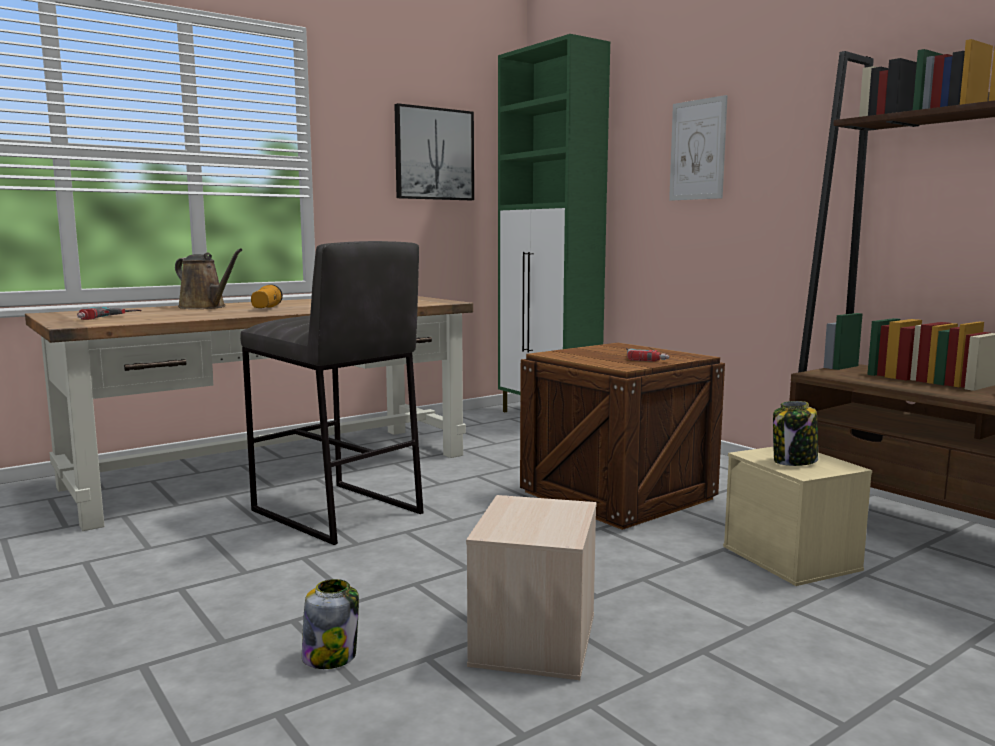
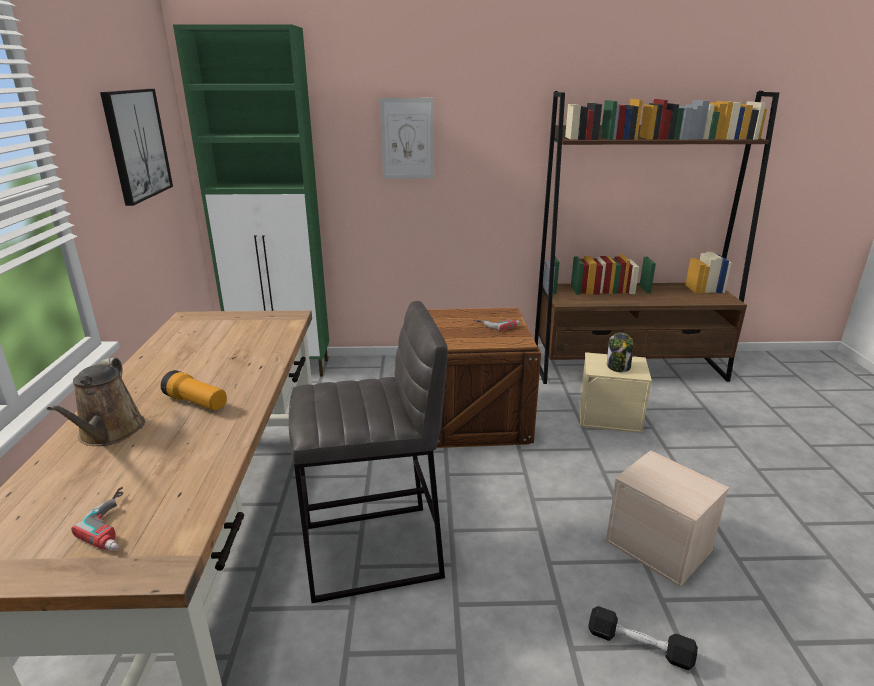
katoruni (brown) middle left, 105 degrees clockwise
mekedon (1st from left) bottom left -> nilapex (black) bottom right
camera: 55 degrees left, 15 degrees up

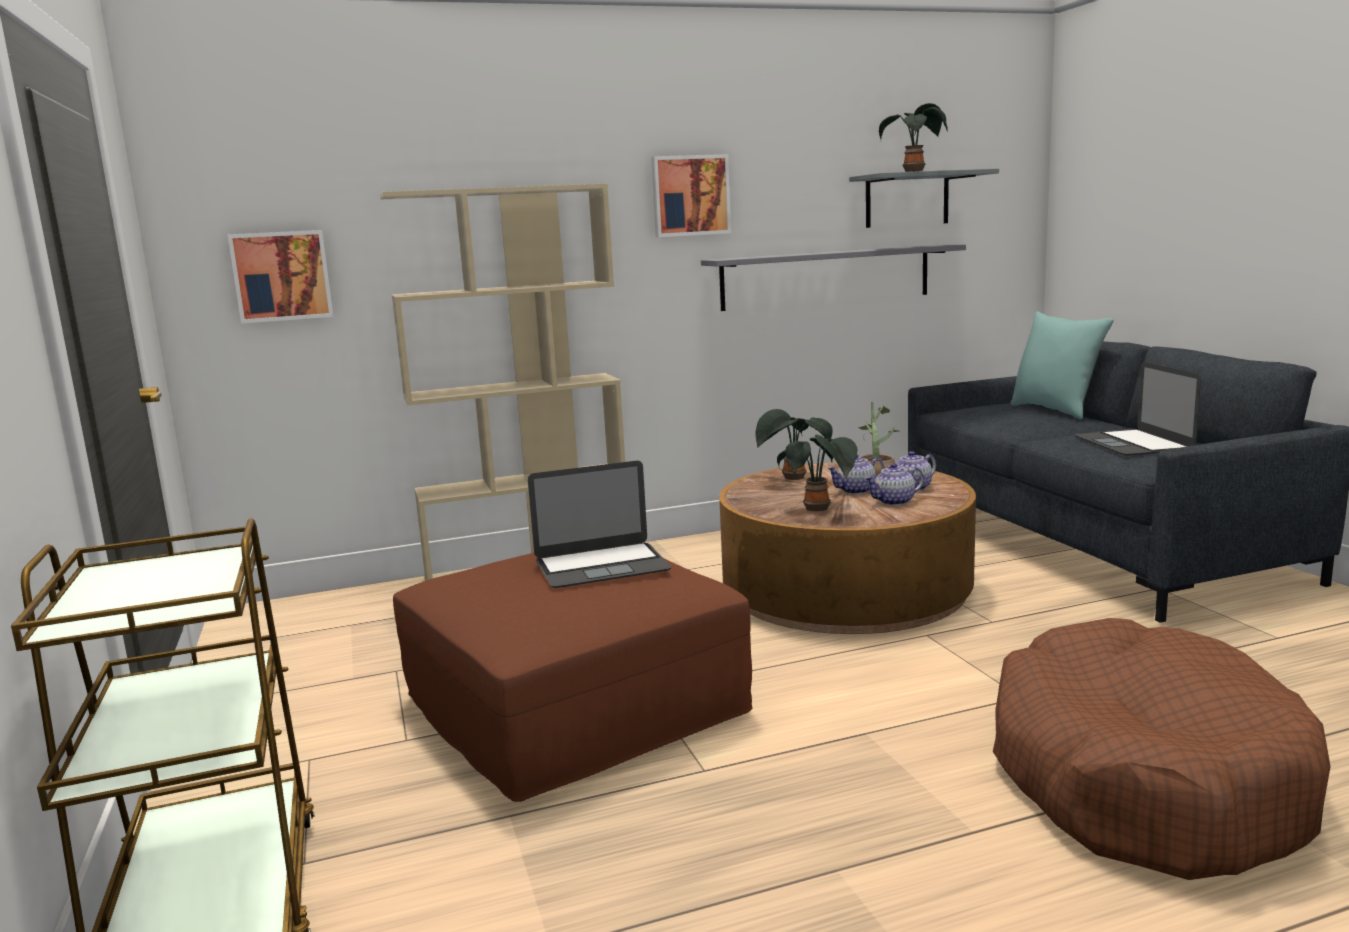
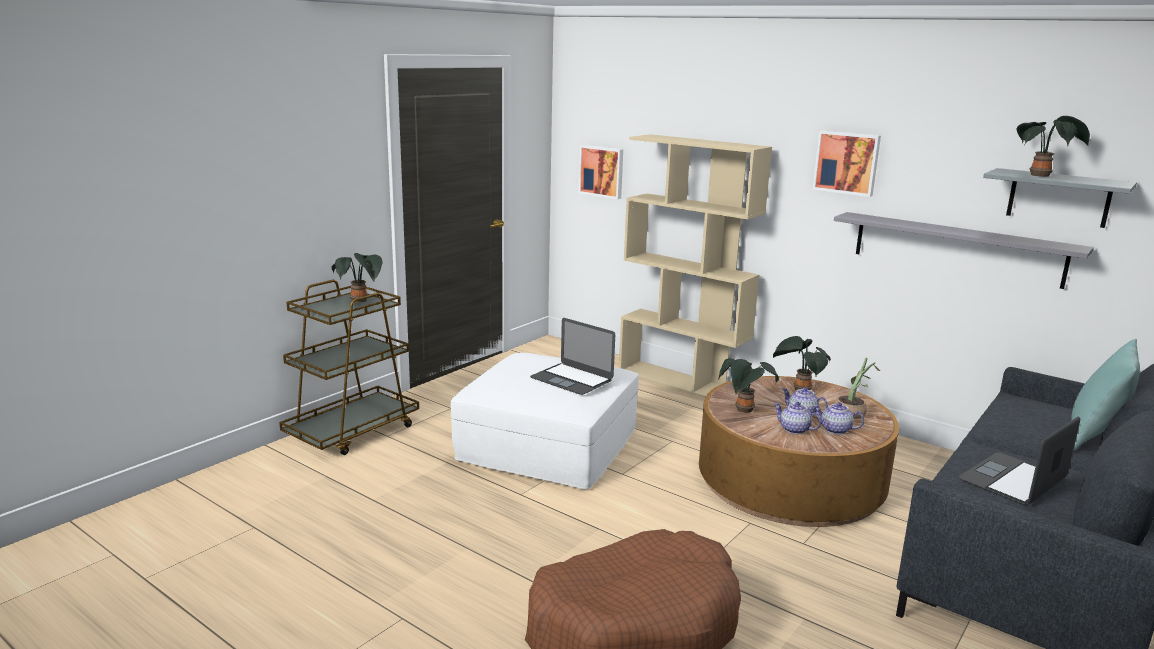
none -> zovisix (1st from left) middle left
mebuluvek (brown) bottom centre -> mebuluvek (white) centre
camera: 55 degrees right, 5 degrees up

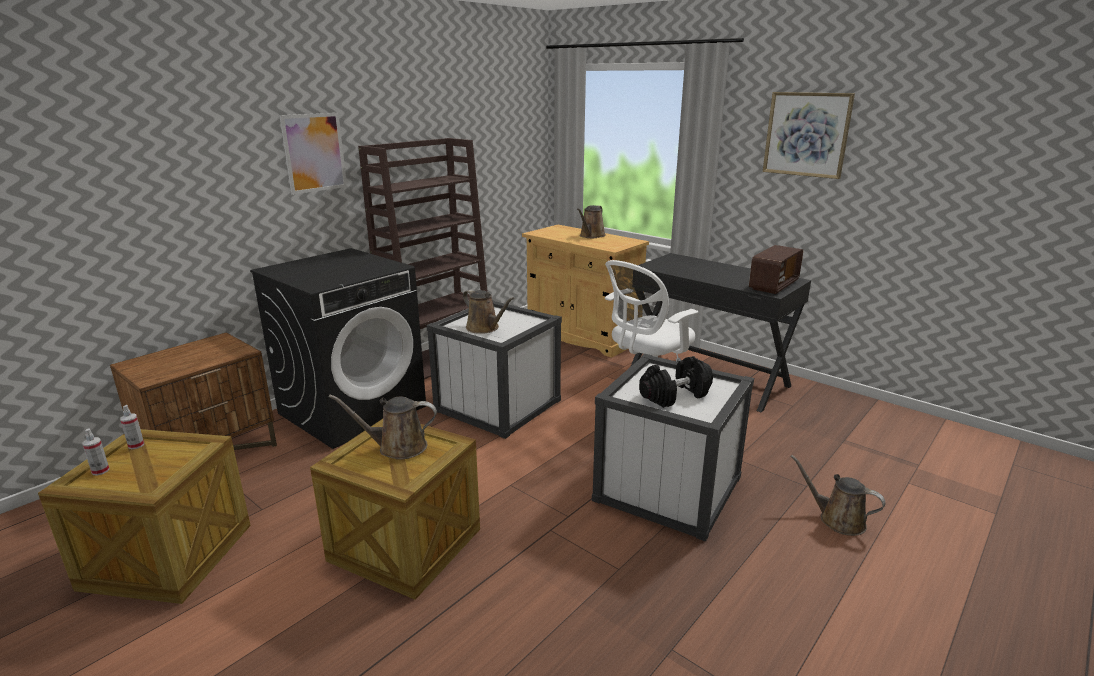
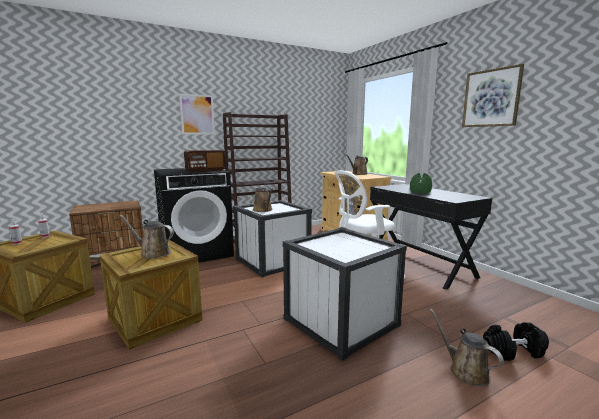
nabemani middle right -> nabemani centre, move
none -> nilapex (green) middle right
nilapex (black) centre -> nilapex (black) bottom right, move
camera: 20 degrees right, 10 degrees down

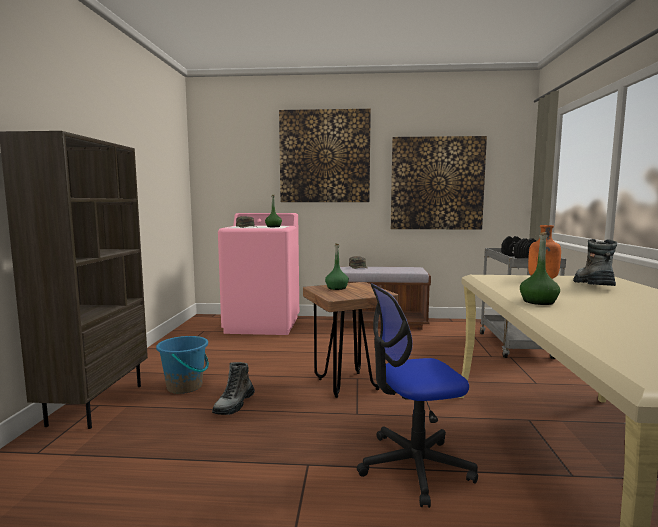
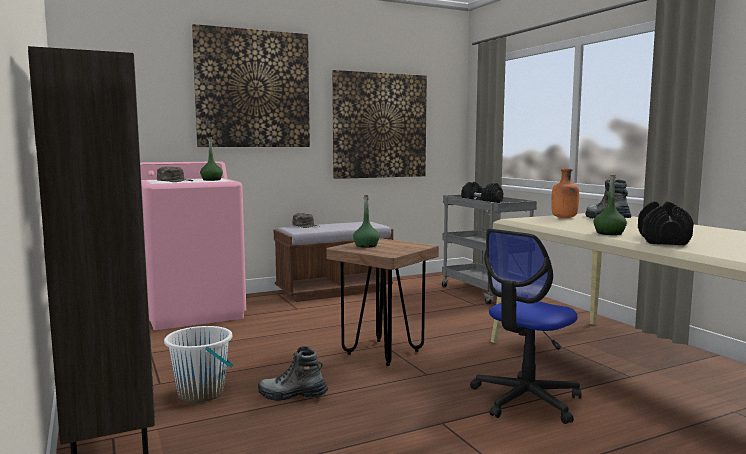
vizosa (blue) bottom left -> vizosa (white) bottom left
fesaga (1st from left) bottom centre, 105 degrees clockwise
none -> nilapex (black) (2nd from left) middle right
camera: 30 degrees left, 0 degrees up

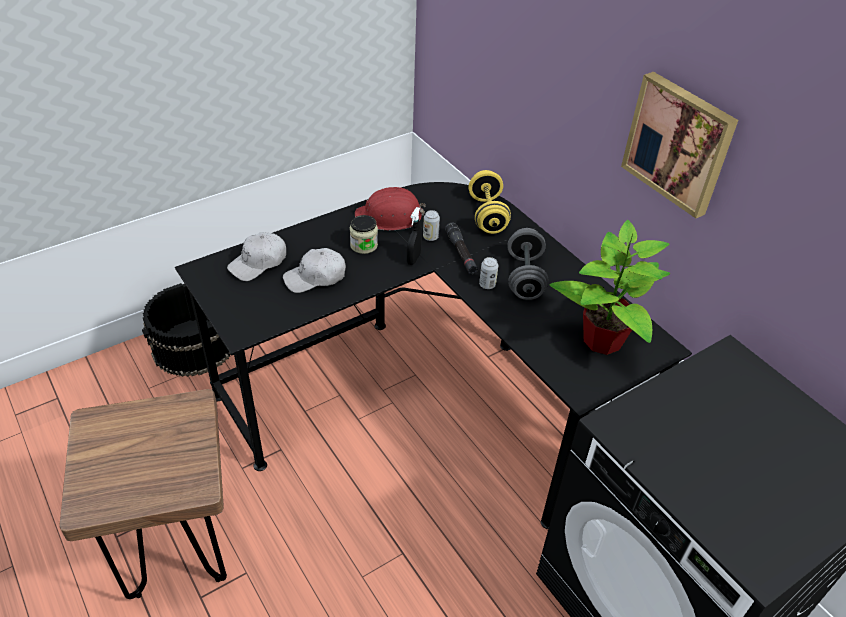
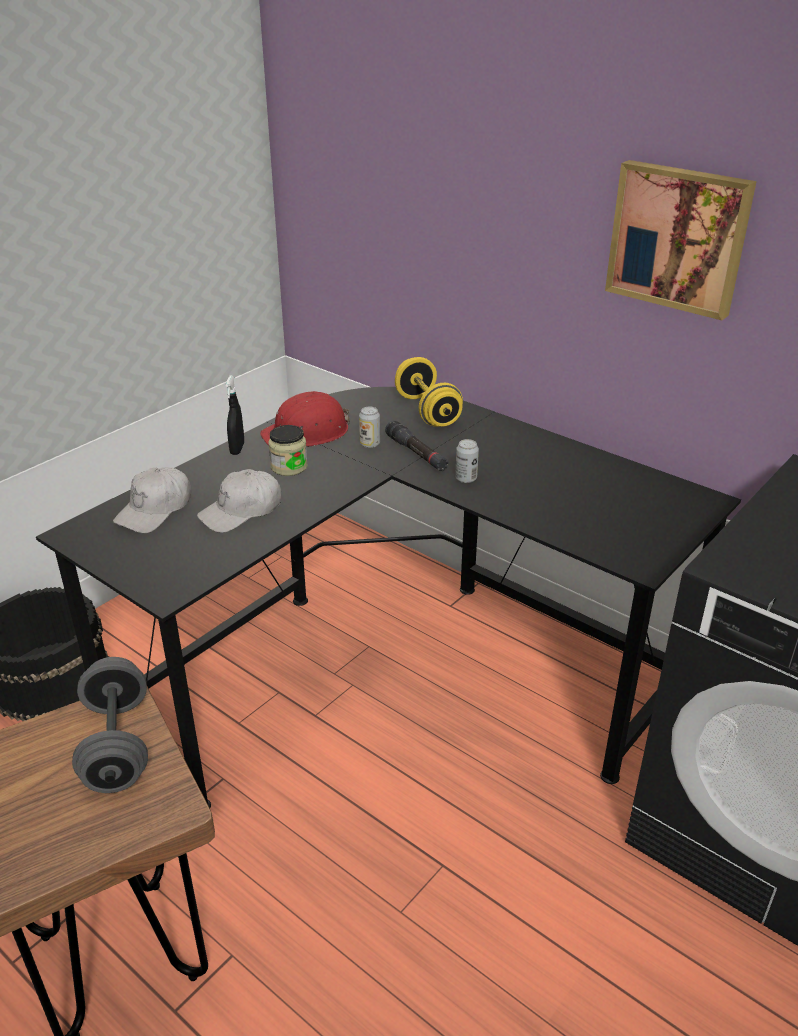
nilapex (grey) centre -> nilapex (grey) bottom left, move
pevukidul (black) centre -> pevukidul (black) middle left, move
zovisix middle right -> none
camera: 15 degrees left, 10 degrees down

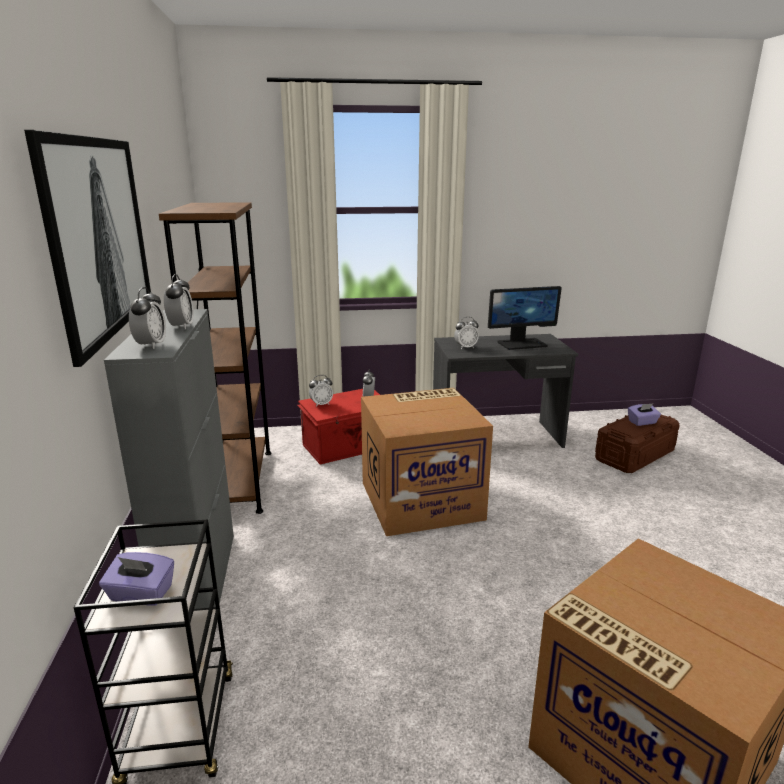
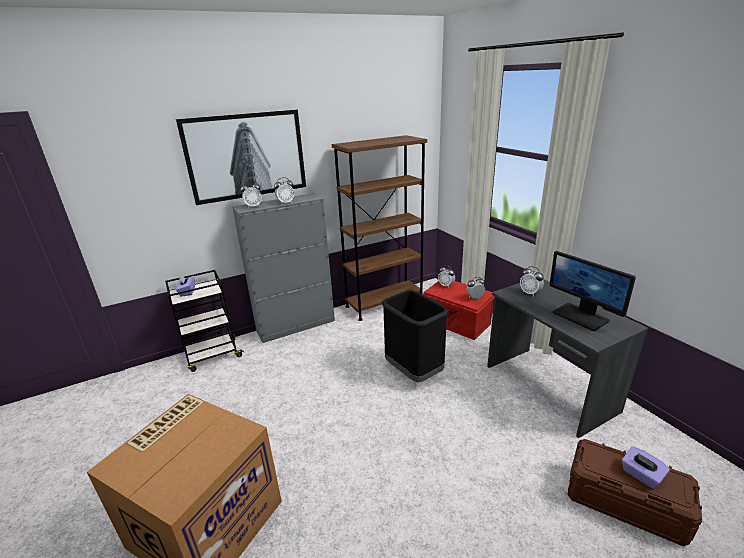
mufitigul (1st from left) centre -> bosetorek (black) centre
camera: 70 degrees right, 5 degrees up

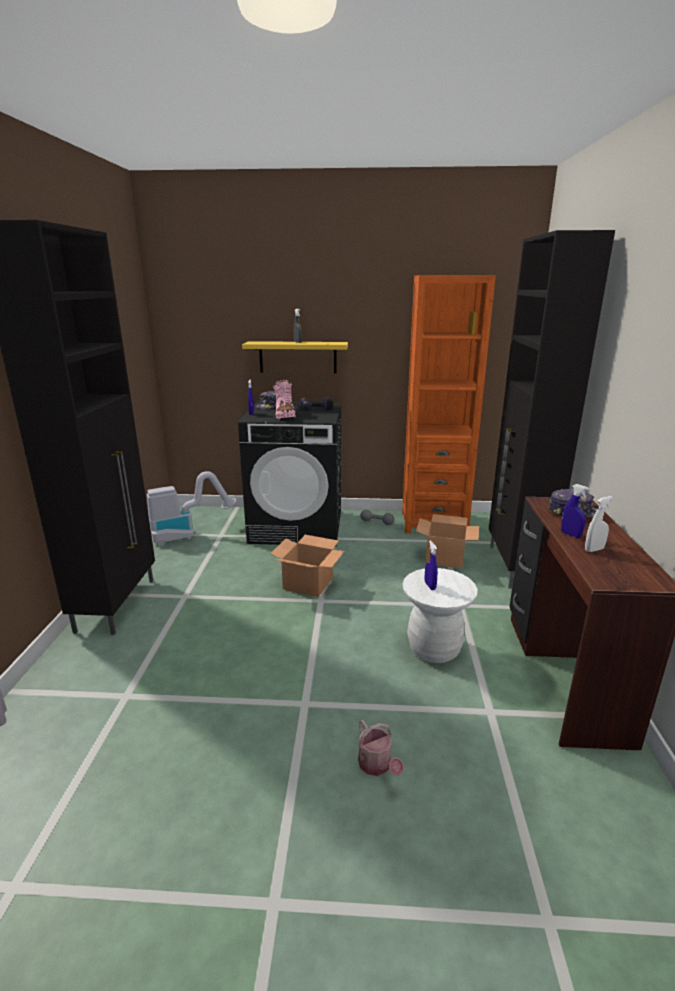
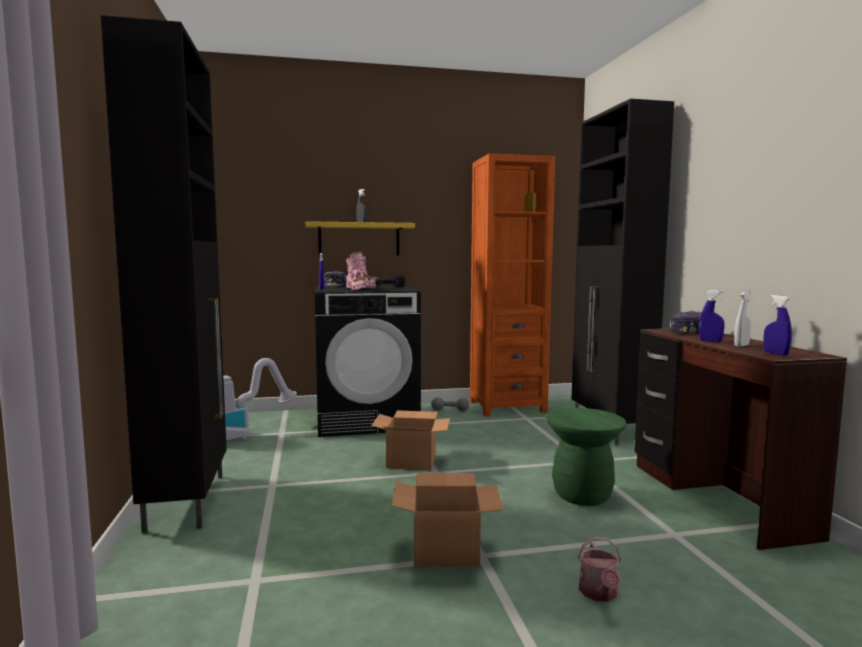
mufitigul (2nd from left) centre -> mufitigul (2nd from left) bottom centre, move
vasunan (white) centre -> vasunan (green) bottom right
katoruni bottom centre -> katoruni bottom right, 45 degrees clockwise
pevukidul (blue) (2nd from left in the first image) centre -> pevukidul (blue) (3rd from left) middle right, move
camera: 15 degrees left, 15 degrees down

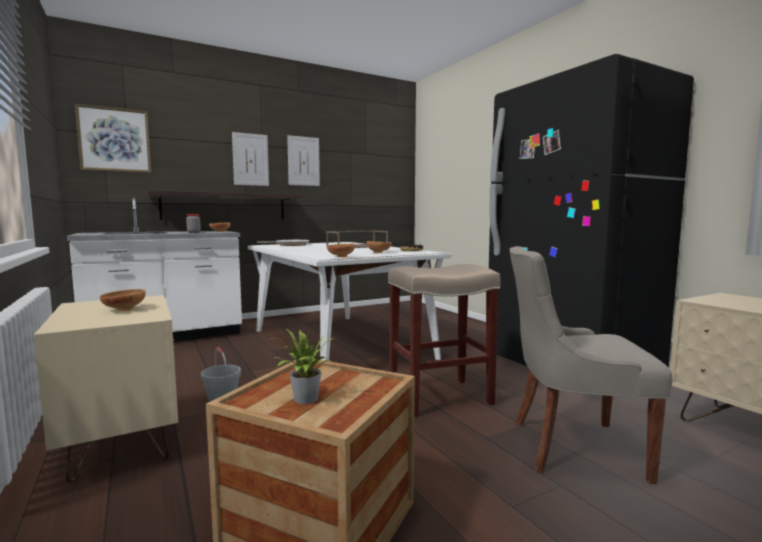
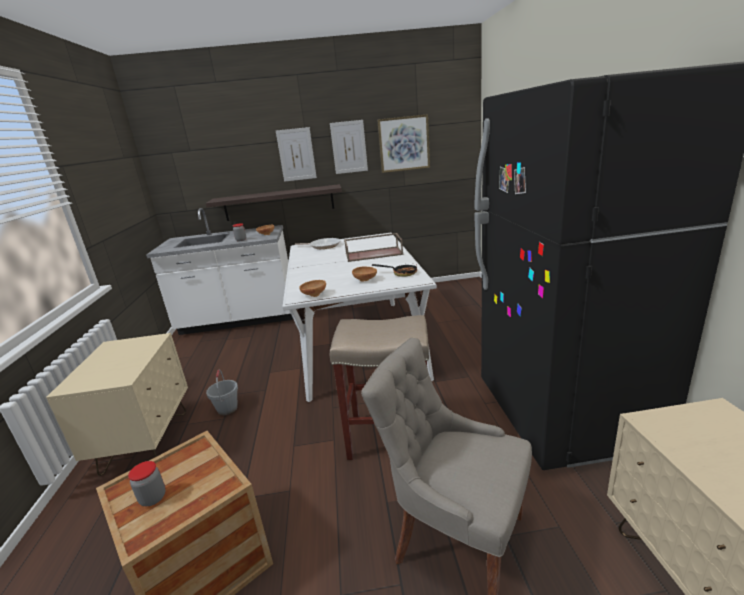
zovisix bottom centre -> mekedon (1st from left) bottom left
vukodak (1st from left in the first image) top left -> vukodak (3rd from left) top centre, move
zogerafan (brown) (1st from left) middle left -> none
camera: 25 degrees right, 15 degrees up

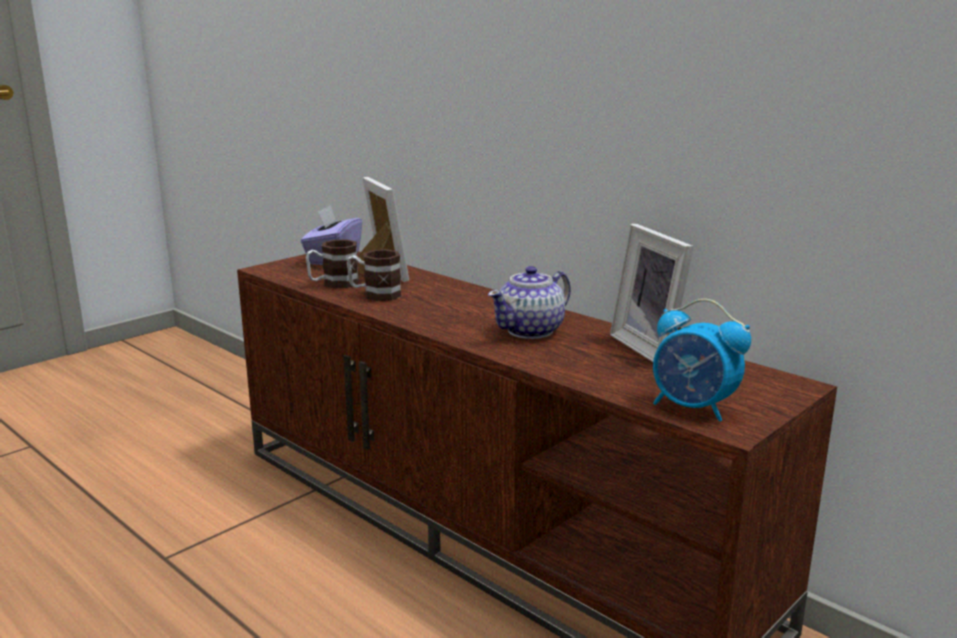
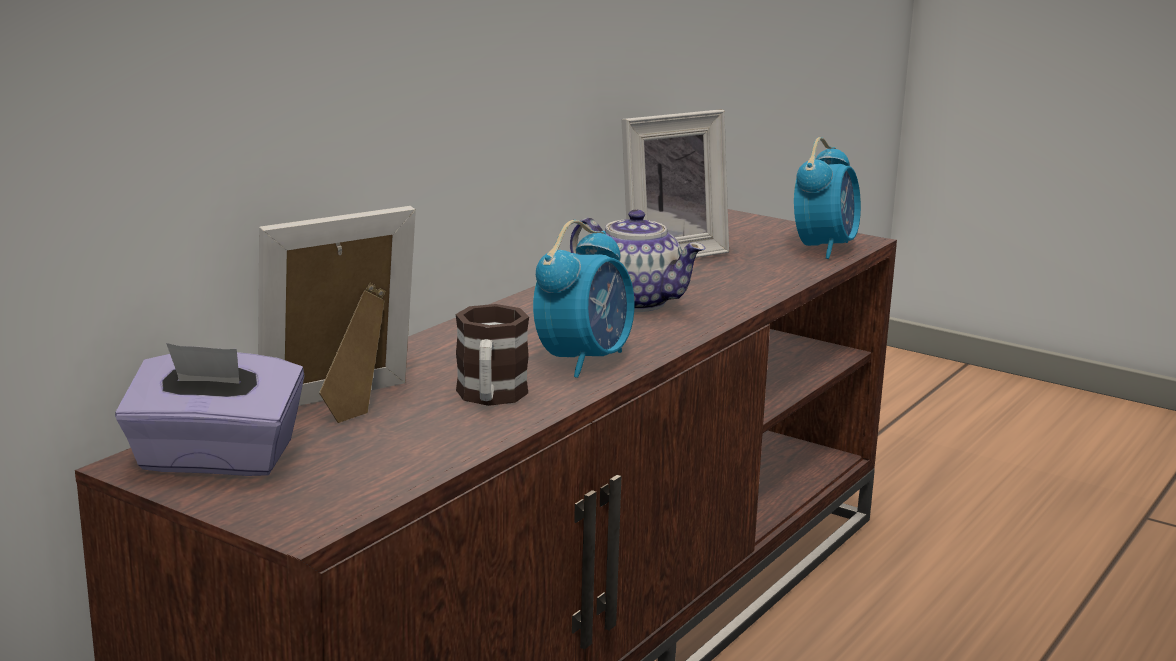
none -> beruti (1st from left) centre
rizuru (1st from left) centre -> none
camera: 100 degrees left, 0 degrees up

